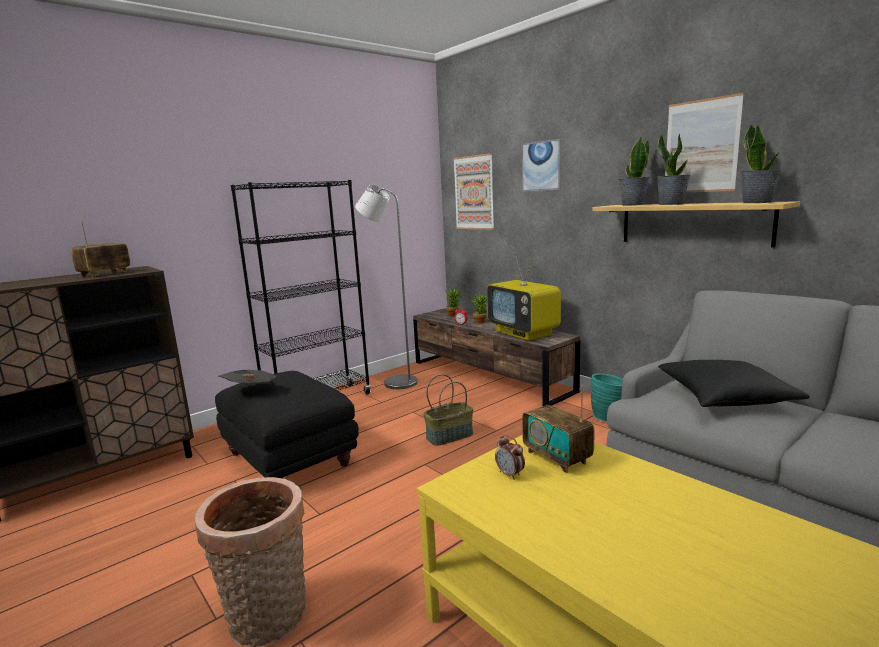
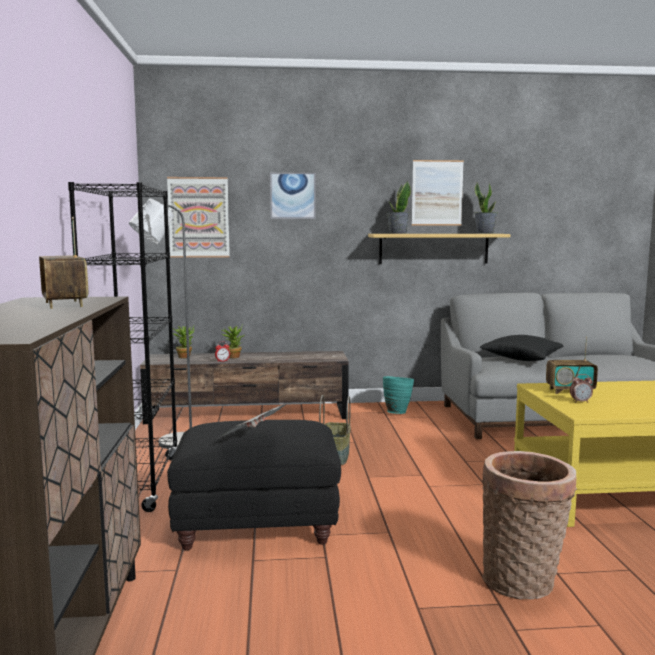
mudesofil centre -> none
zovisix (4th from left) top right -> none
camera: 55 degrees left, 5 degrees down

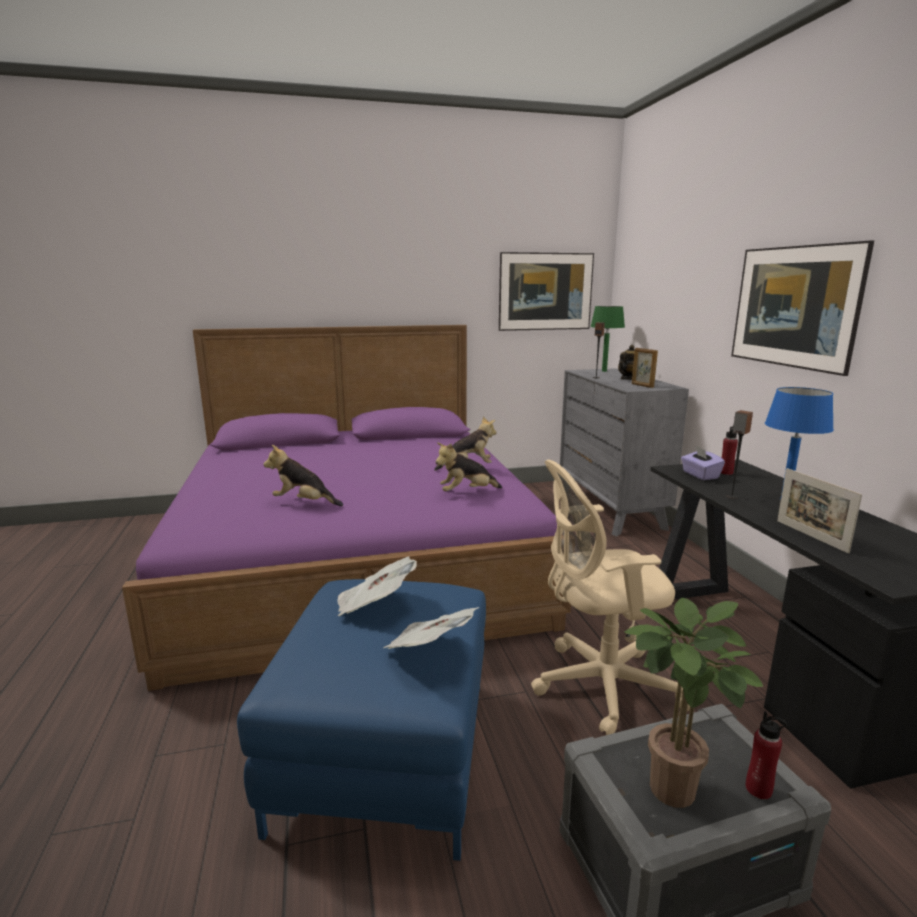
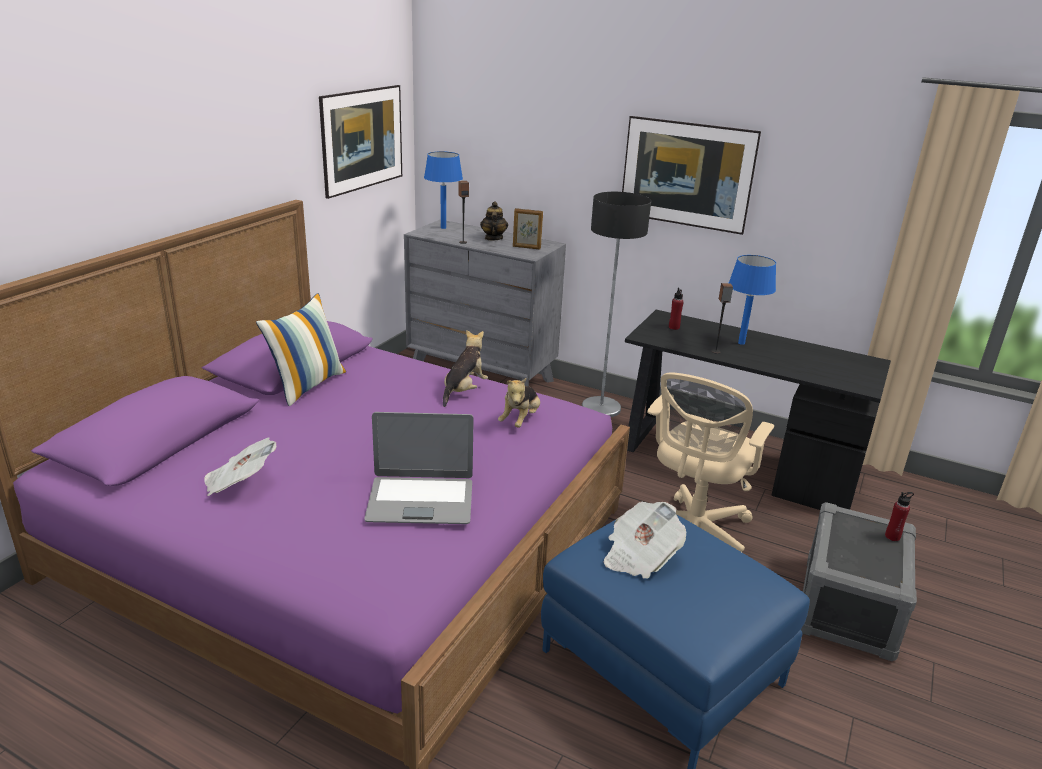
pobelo (2nd from left in the first image) bottom centre -> pobelo (1st from left) middle left, move
none -> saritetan middle left
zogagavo (1st from left) middle left -> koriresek centre
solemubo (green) centre -> solemubo (blue) (1st from left) top centre
none -> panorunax centre
zovisix bottom right -> none
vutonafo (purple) middle right -> none
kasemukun (2nd from left) middle right -> none
camera: 50 degrees left, 10 degrees up

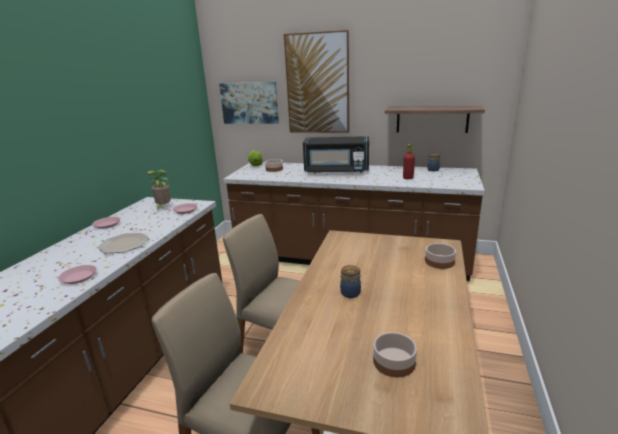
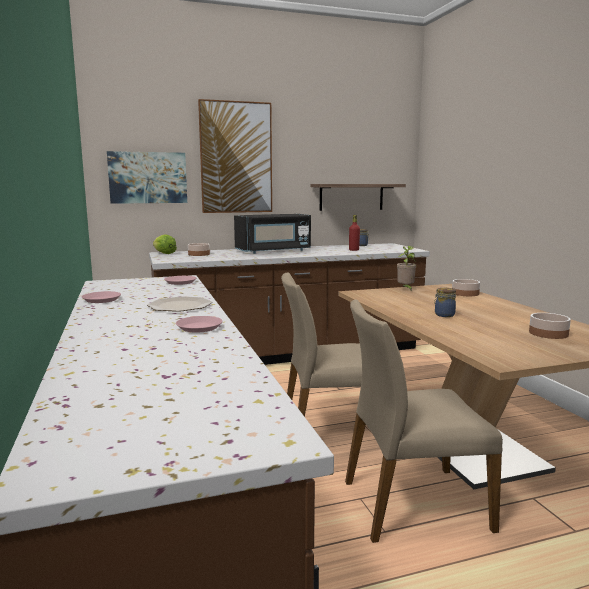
zovisix middle left -> zovisix middle right, move
camera: 35 degrees left, 10 degrees down

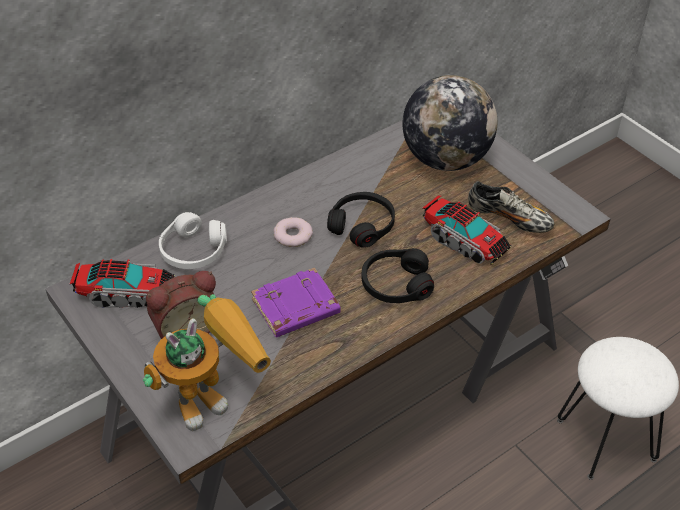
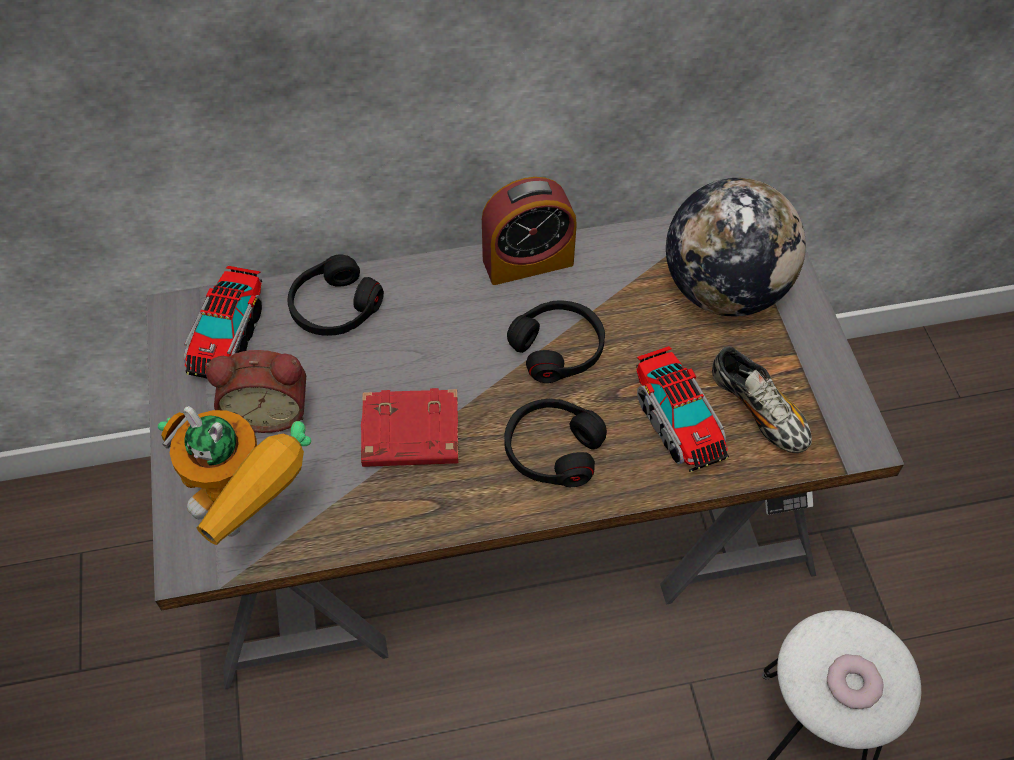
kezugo bottom left -> kezugo middle left, 45 degrees clockwise
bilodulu (1st from left) middle left, 75 degrees clockwise
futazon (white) middle left -> futazon (black) (1st from left) middle left
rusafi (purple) centre -> rusafi (red) centre
none -> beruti (2nd from left) top centre
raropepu centre -> raropepu bottom right, move
camera: 25 degrees right, 10 degrees up

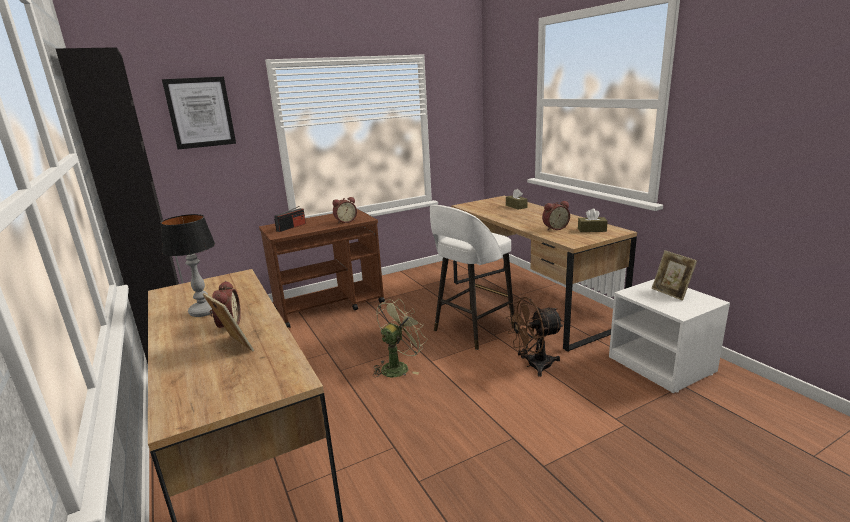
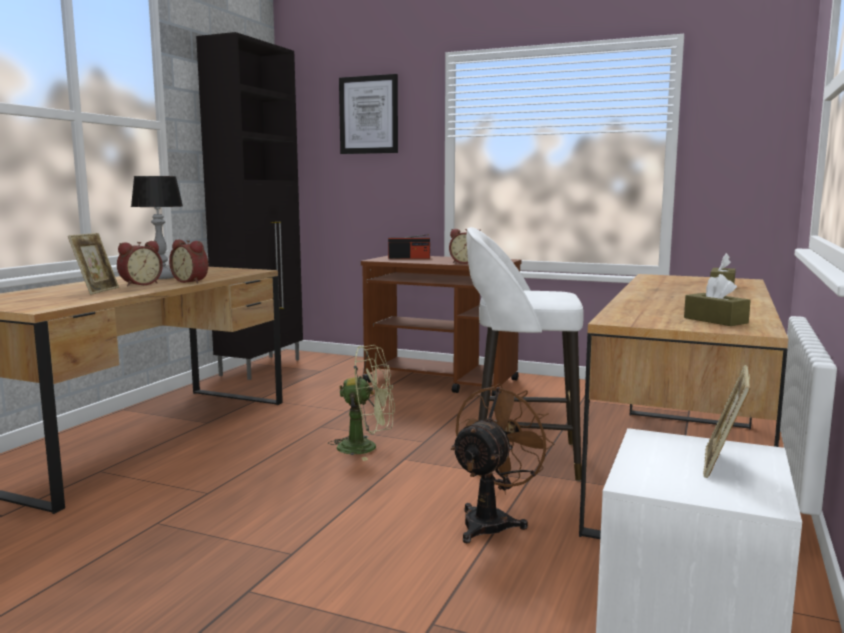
beruti (3rd from left in the first image) centre -> beruti (2nd from left) middle left, move
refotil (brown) centre -> refotil (brown) bottom centre, 90 degrees clockwise
camera: 50 degrees right, 10 degrees down

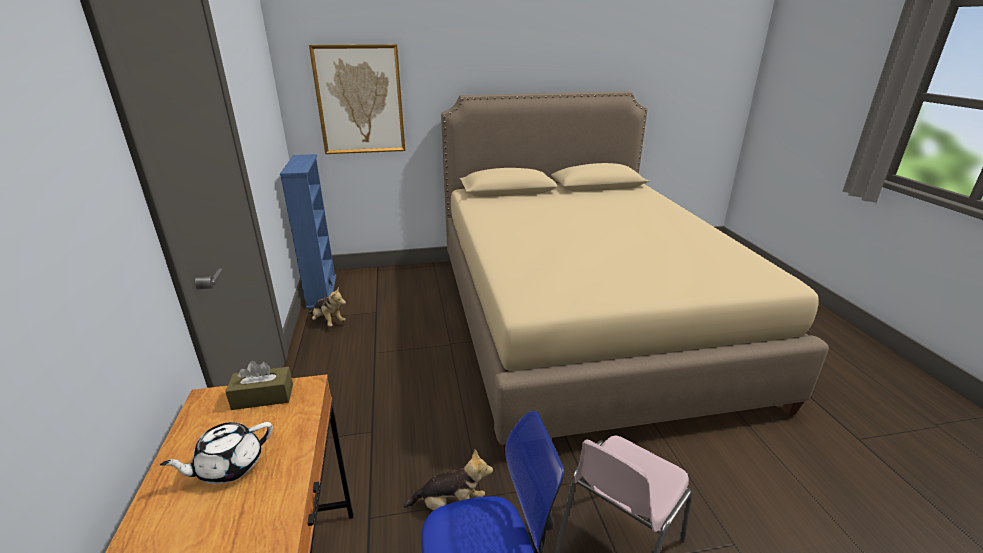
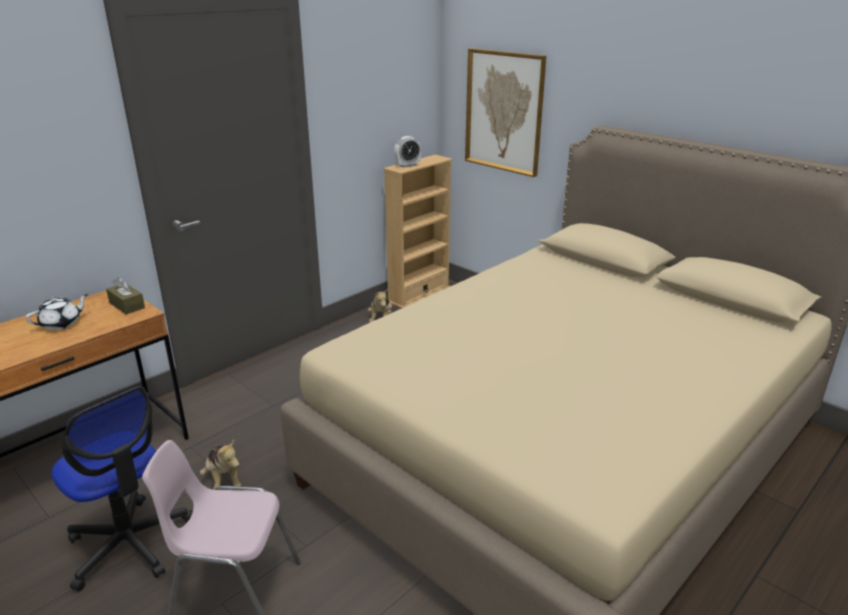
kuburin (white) bottom left -> kuburin (white) middle left, 120 degrees clockwise
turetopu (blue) middle left -> turetopu (beige) centre
none -> beruti top centre
camera: 55 degrees right, 0 degrees up

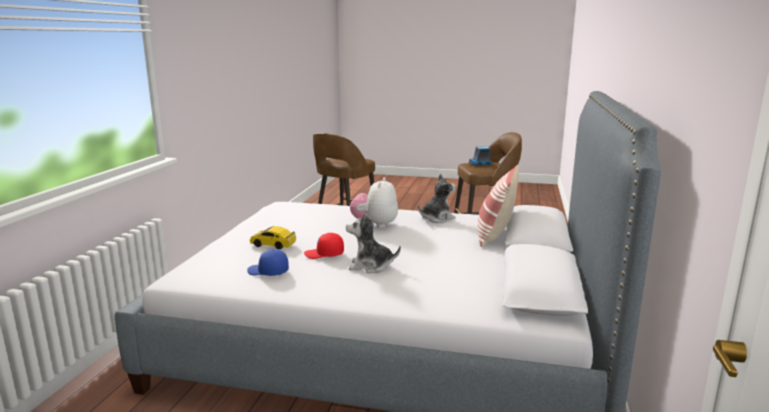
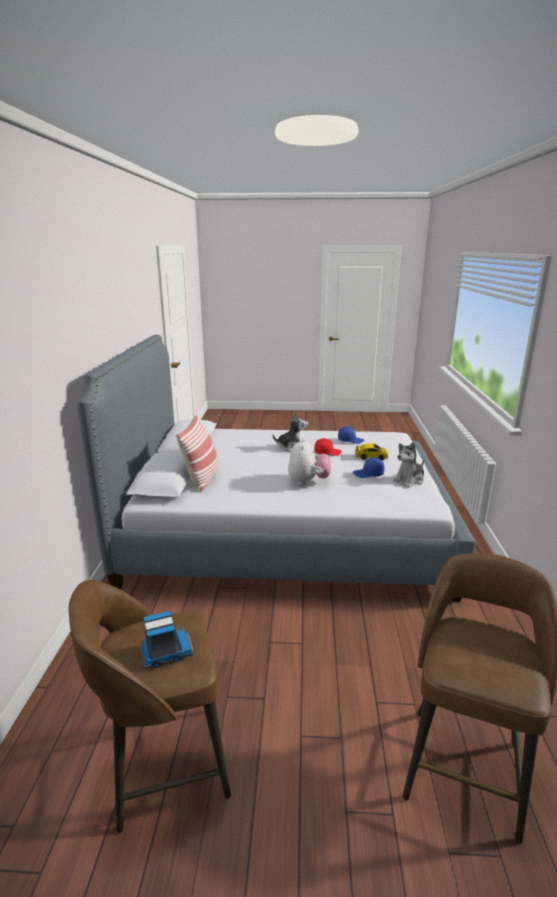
none -> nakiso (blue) (2nd from left) centre
zogagavo (3rd from left) centre -> zogagavo (3rd from left) middle right, move
camera: 170 degrees right, 5 degrees up

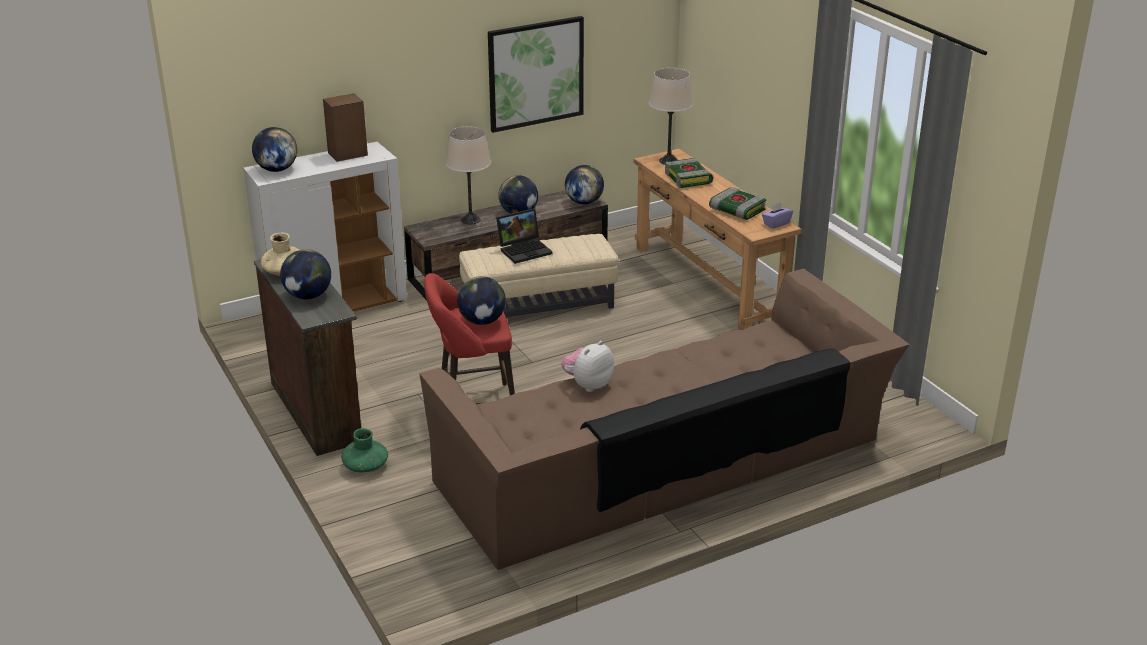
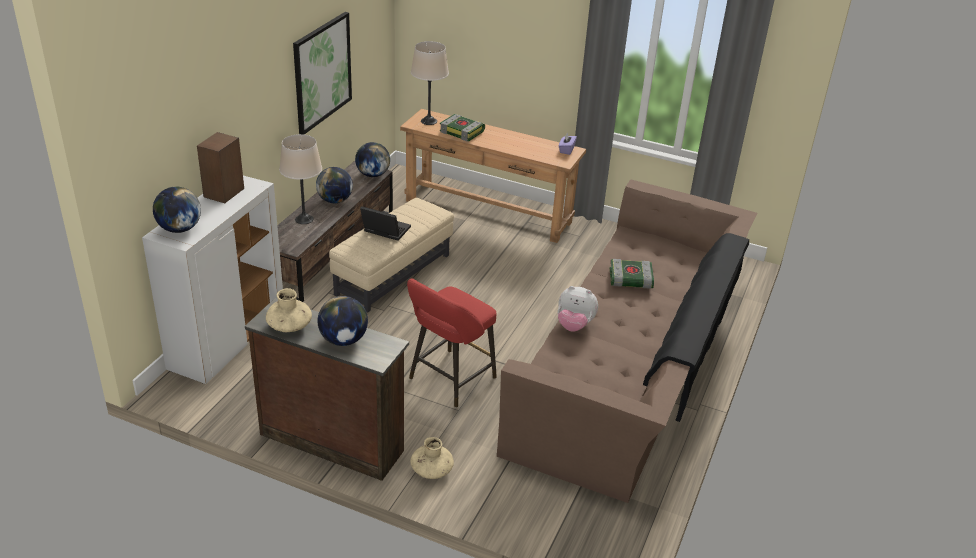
koriresek centre, 90 degrees counterclockwise
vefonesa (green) bottom left -> vefonesa (beige) (2nd from left) bottom centre
zogagavo centre, 75 degrees counterclockwise
rusafi (2nd from left) top centre -> rusafi (2nd from left) centre, move
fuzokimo (3rd from left) centre -> none
camera: 40 degrees left, 5 degrees up

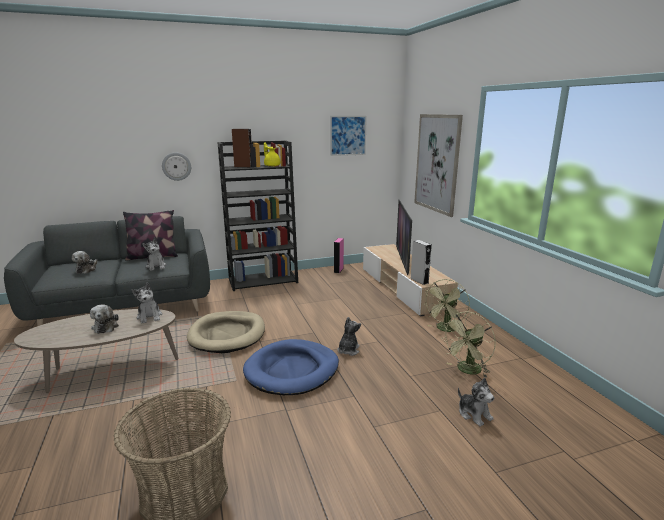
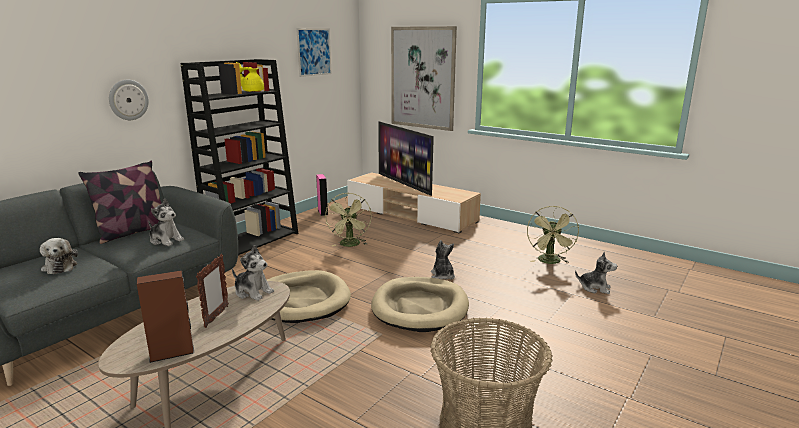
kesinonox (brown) top centre -> kesinonox (brown) bottom left, move
zogagavo (2nd from left) middle left -> kasemukun bottom left
refotil (green) (1st from left) middle right -> refotil (green) (1st from left) centre, move
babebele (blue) bottom centre -> babebele (beige) (2nd from left) bottom centre
kesinonox (grey) centre -> none
camera: 35 degrees left, 0 degrees up

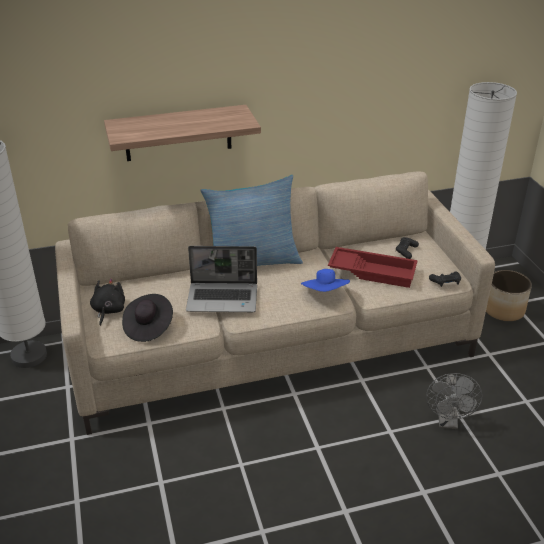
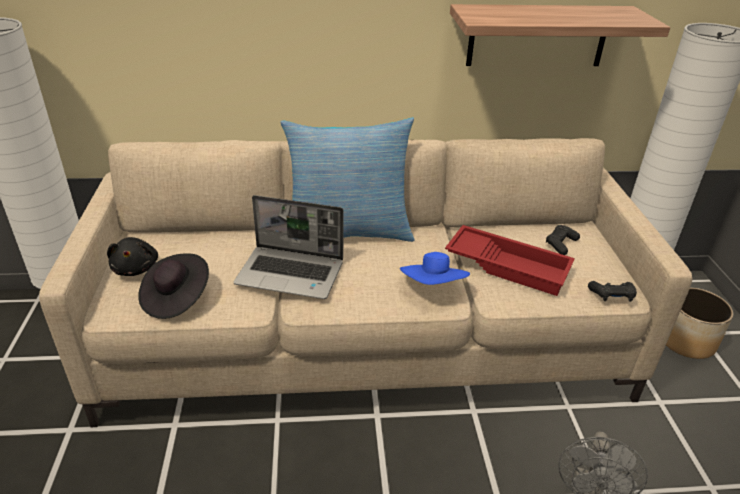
zogagavo (black) middle left, 150 degrees clockwise
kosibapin top centre -> kosibapin top right, move
camera: 10 degrees right, 0 degrees up

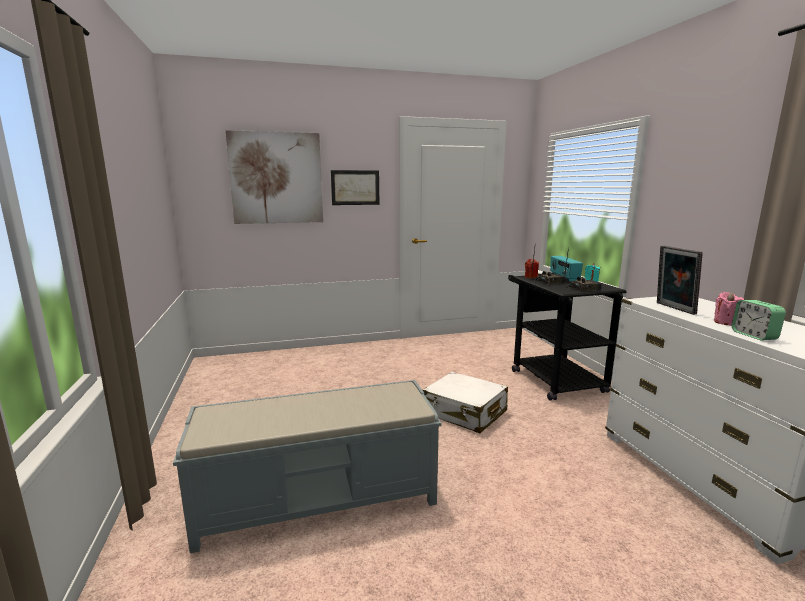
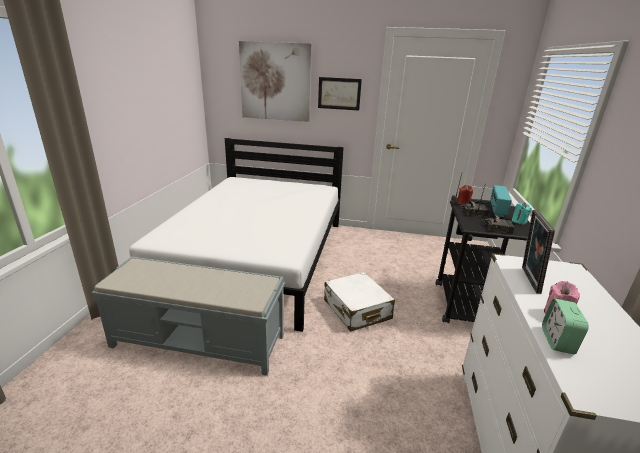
none -> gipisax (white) centre
camera: 25 degrees right, 10 degrees up

